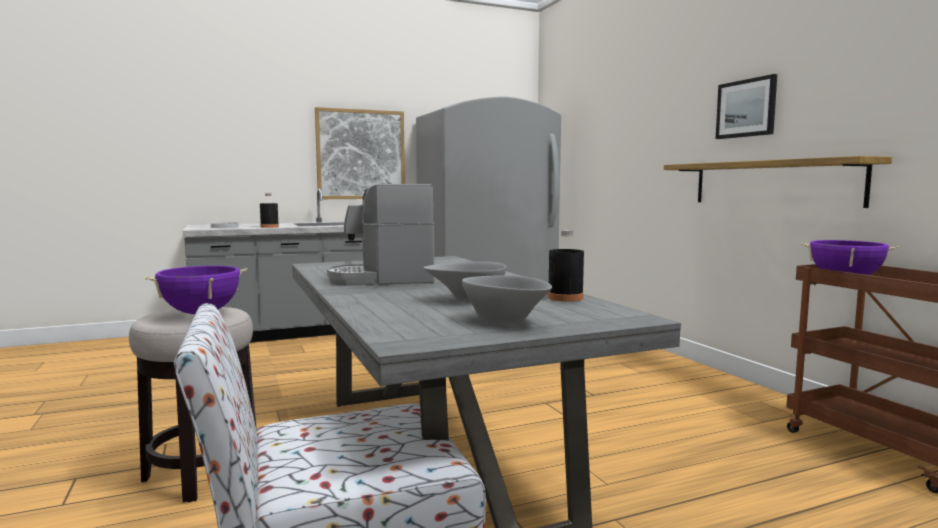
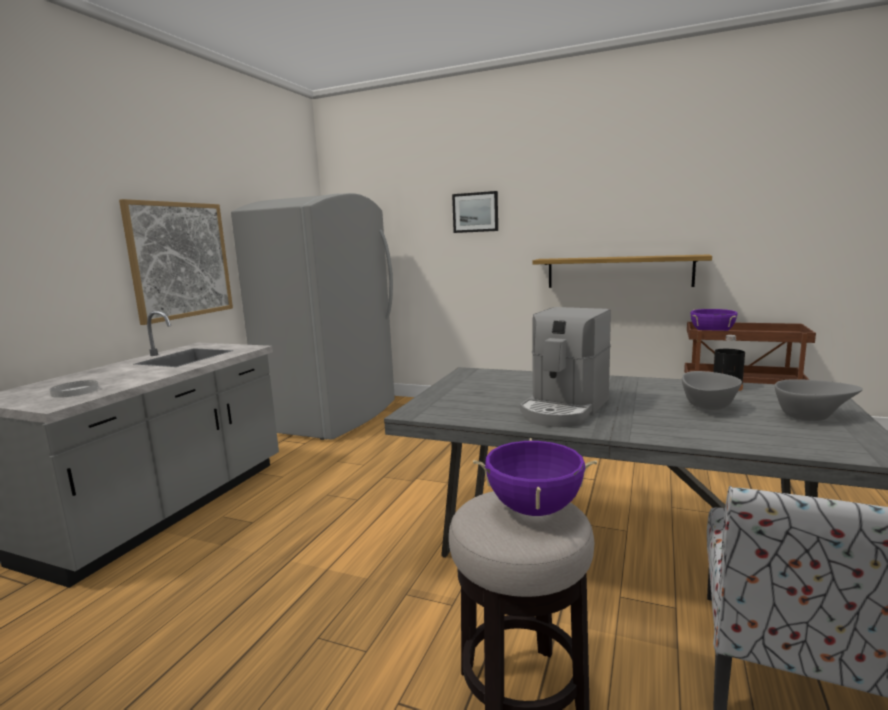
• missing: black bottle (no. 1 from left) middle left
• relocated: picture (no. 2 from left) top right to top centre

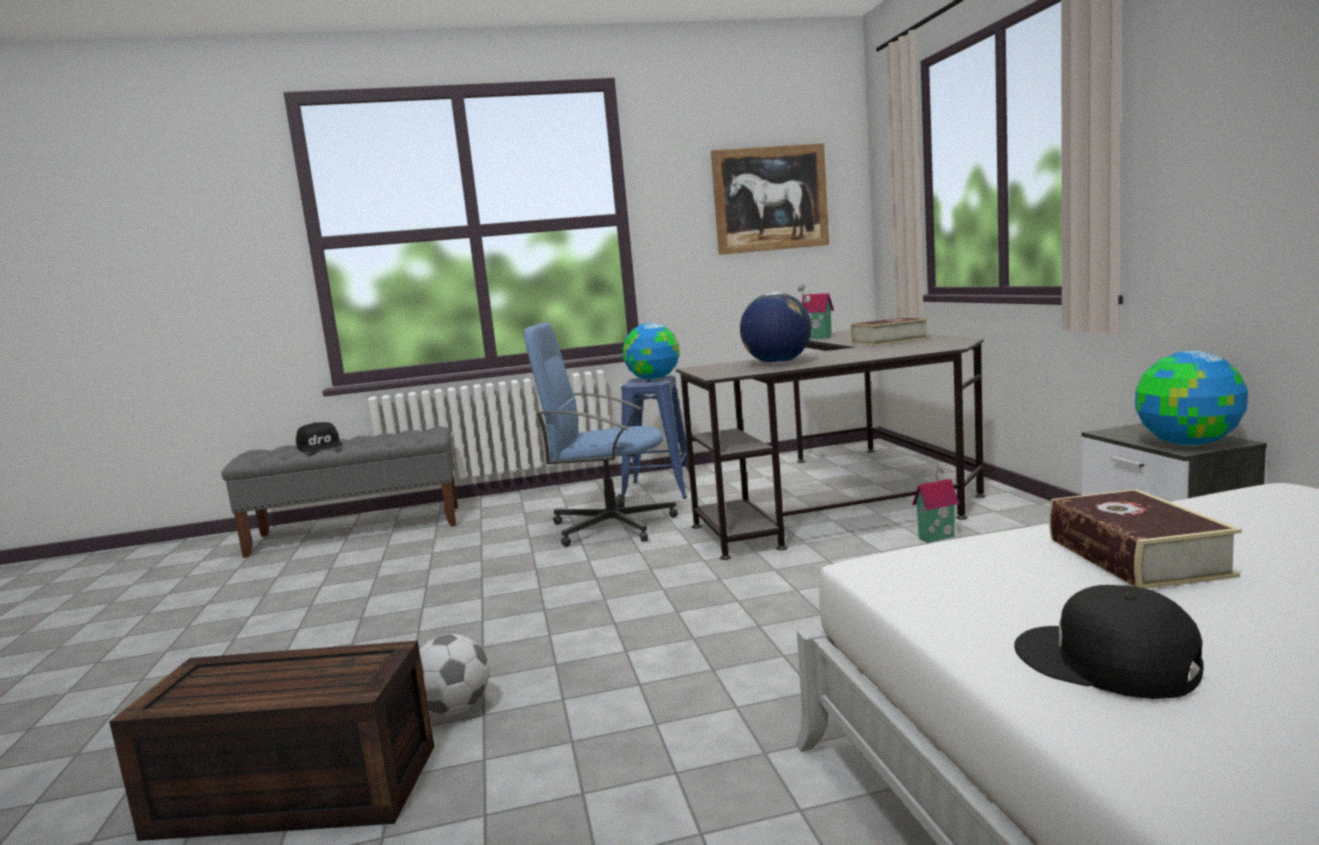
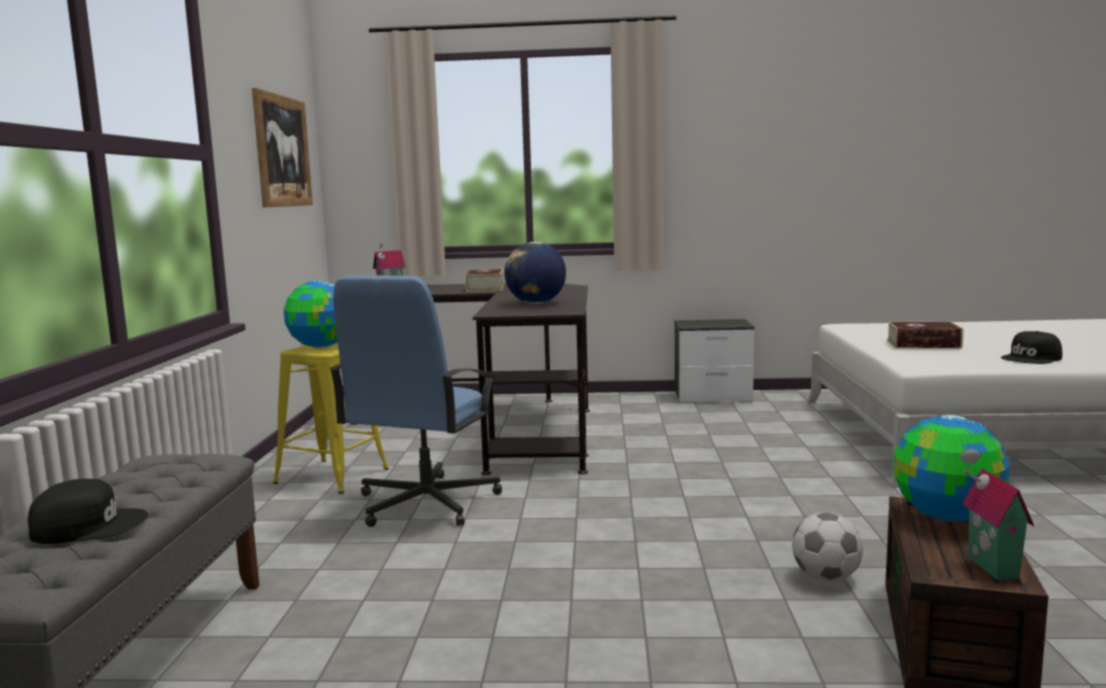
• colour: blue stool centre to yellow stool middle left
• relocated: toy house (no. 2 from left) middle right to bottom right
• relocated: globe (no. 3 from left) middle right to bottom right

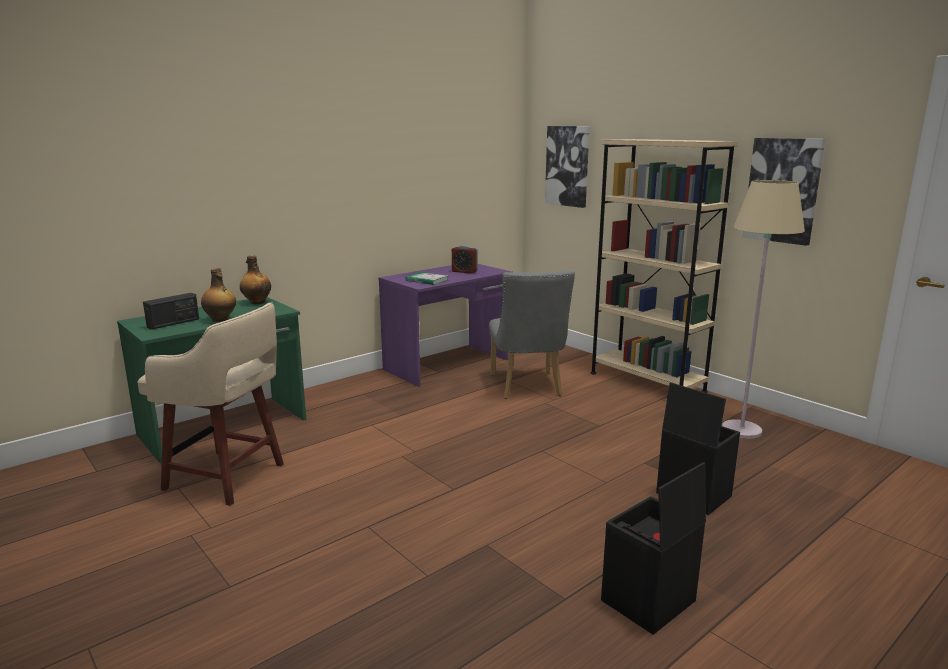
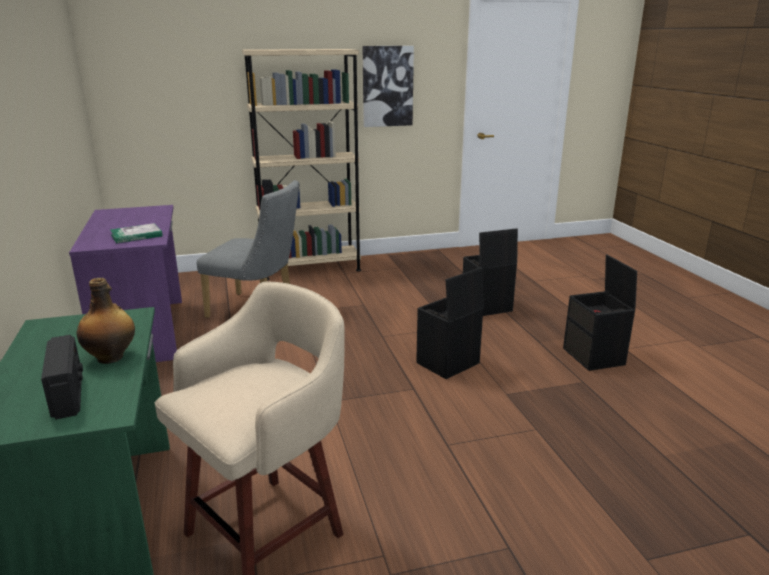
• missing: bottle (no. 2 from left) middle left
• missing: alarm clock centre
• missing: picture (no. 1 from left) top centre
• missing: beige floor lamp middle right
• appeared: black storage box (no. 1 from left) centre

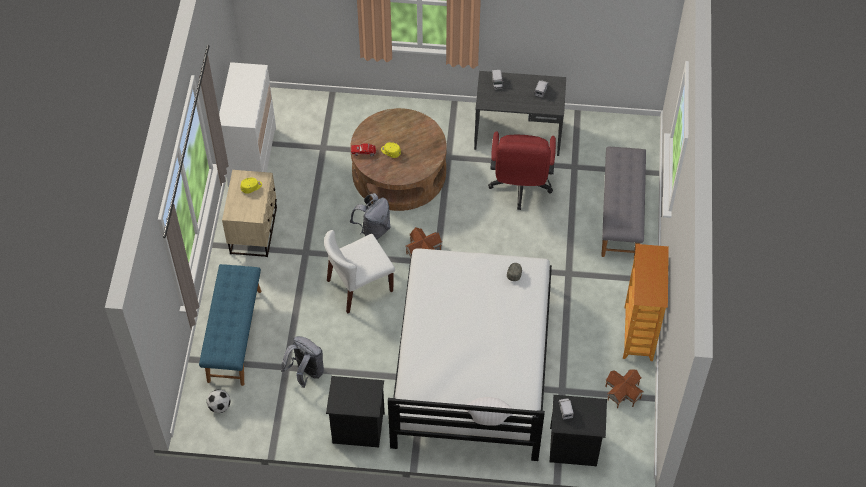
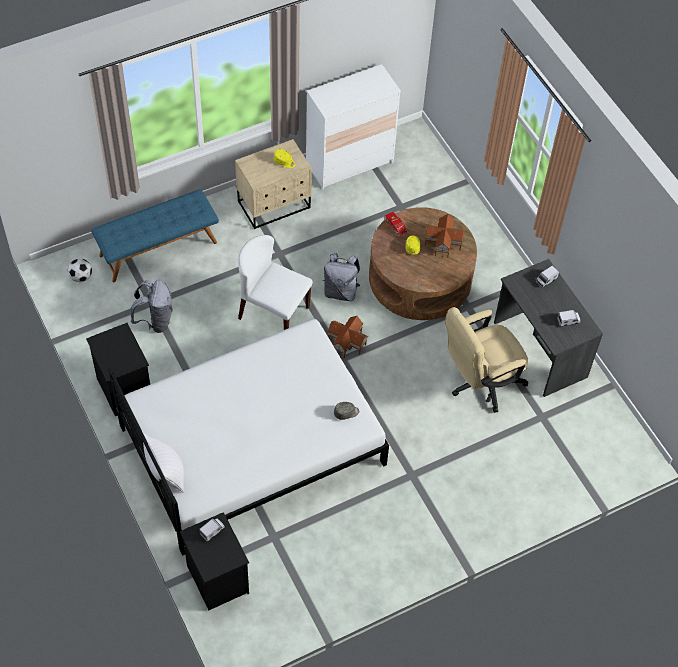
• colour: red office chair centre to beige office chair middle right
• missing: grey bench middle right
• relocated: toy house (no. 2 from left) bottom right to centre
• missing: bookcase middle right

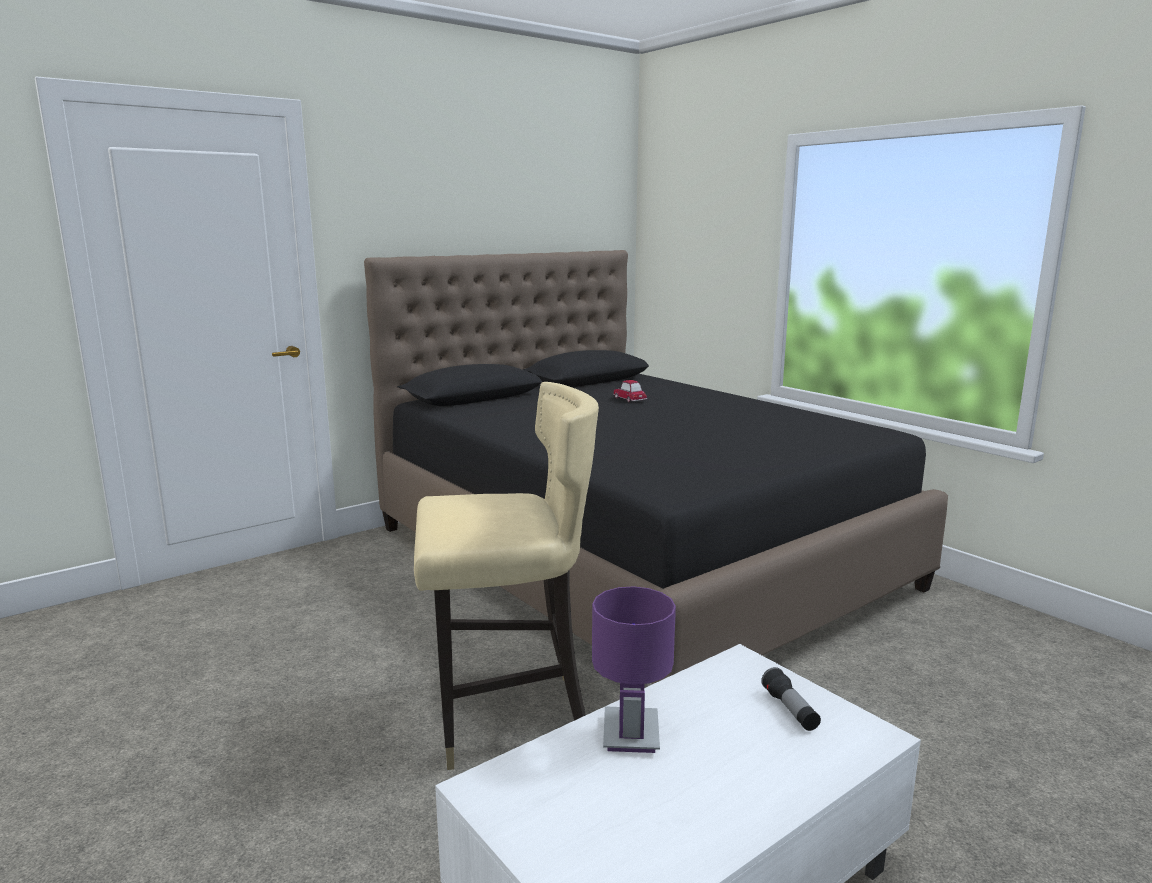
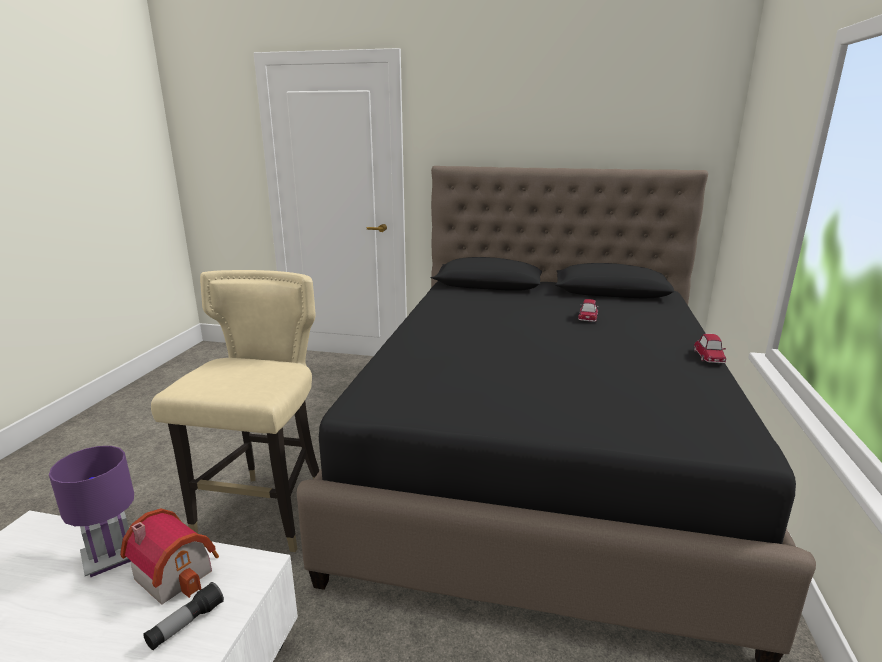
• spun: beige chair centre = middle left 120 degrees counterclockwise
• appeared: toy house bottom left
• appeared: toy car (no. 2 from left) middle right

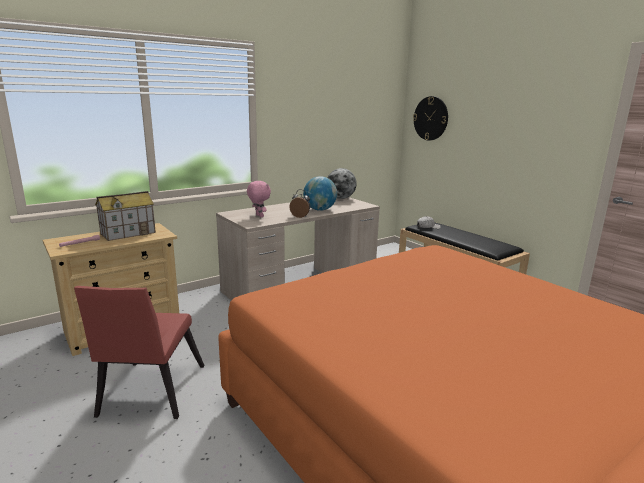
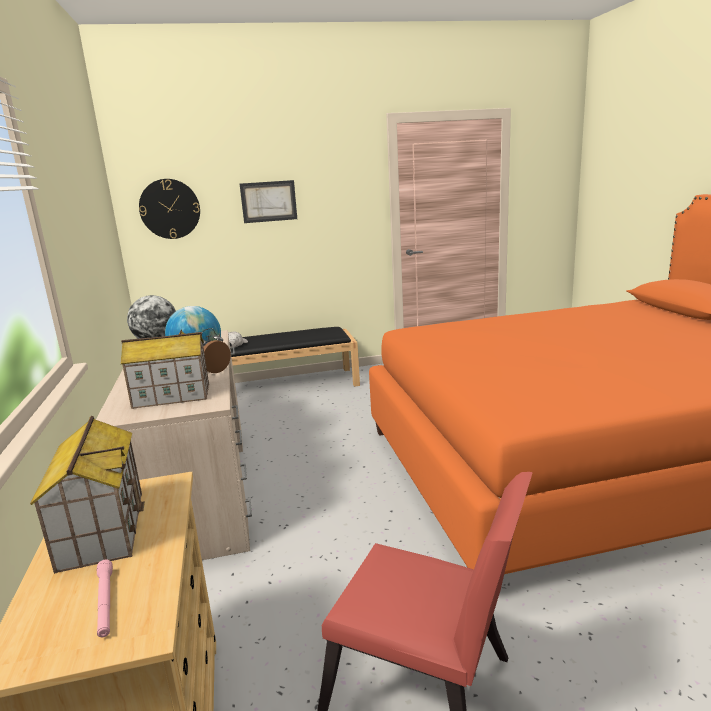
• exchanged: pink plush toy centre to toy house (no. 2 from left) middle left
• appeared: picture top centre

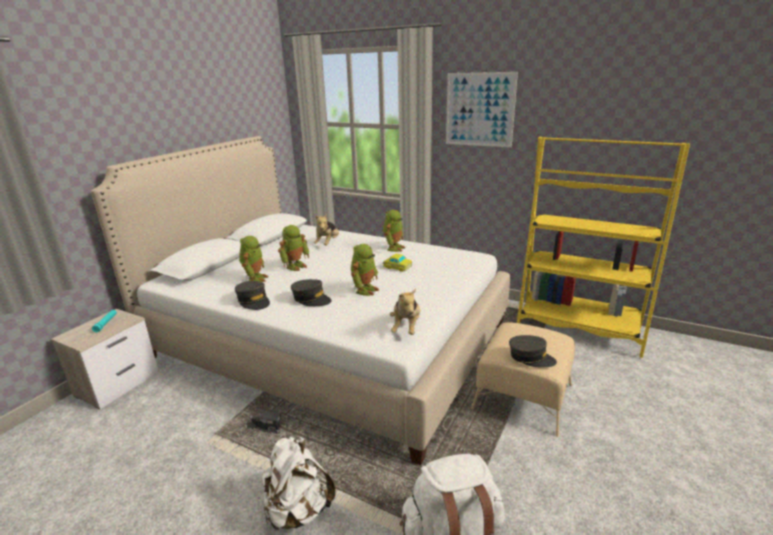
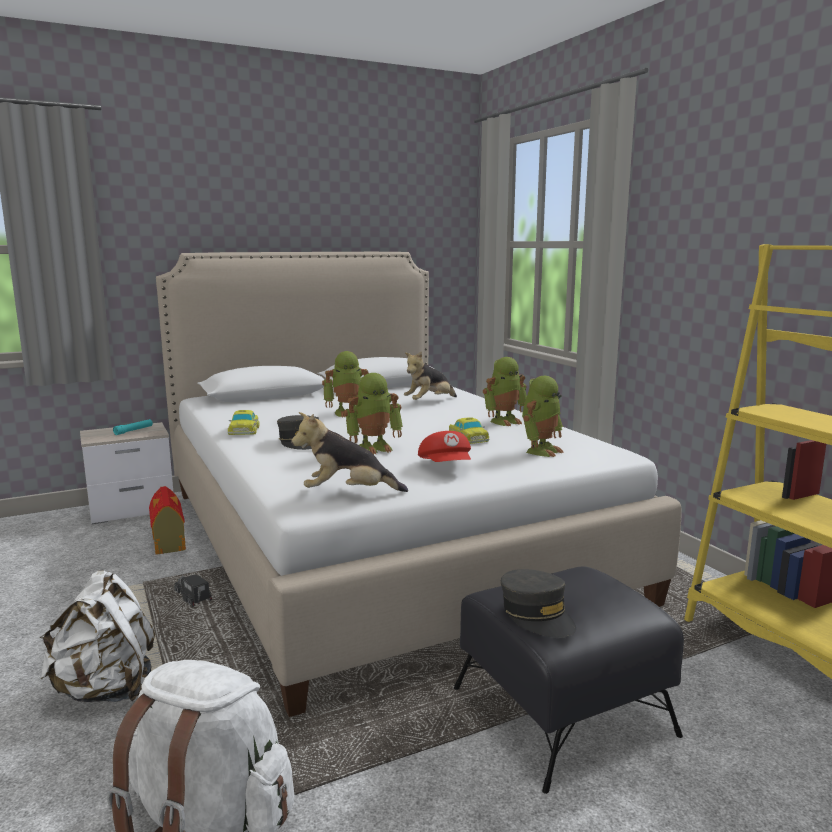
• exchanged: grey cap (no. 1 from left) middle left to toy car (no. 1 from left) middle left
• relocated: toy robot (no. 1 from left in the first image) middle left to toy robot (no. 4 from left) centre
• spun: plush toy (no. 2 from left in the first image) centre = centre 45 degrees clockwise
• missing: picture top centre
• colour: beige ottoman bottom right to black ottoman bottom right
• appeared: toy house middle left
• appeared: red cap centre

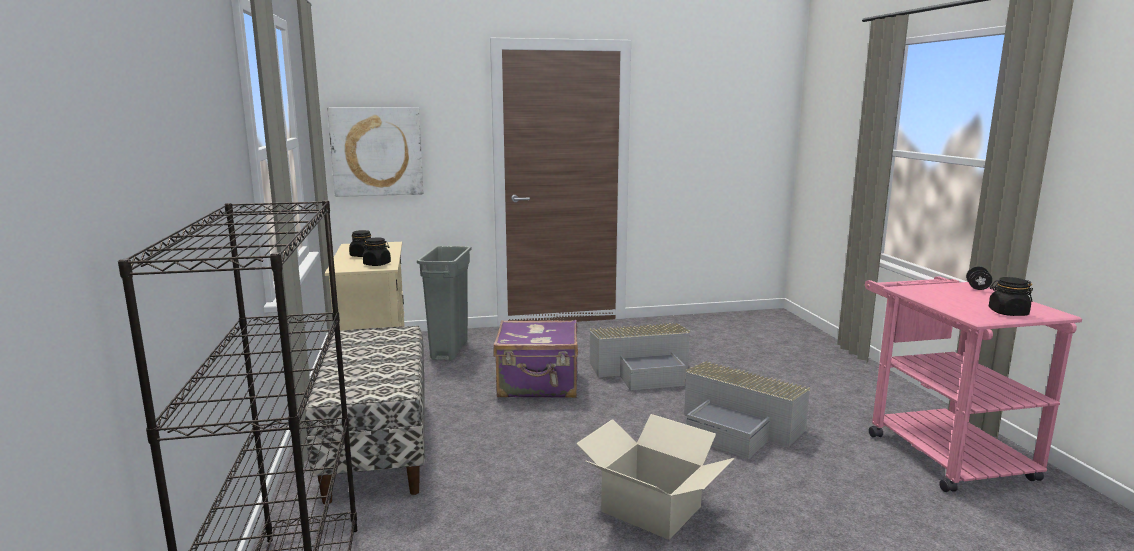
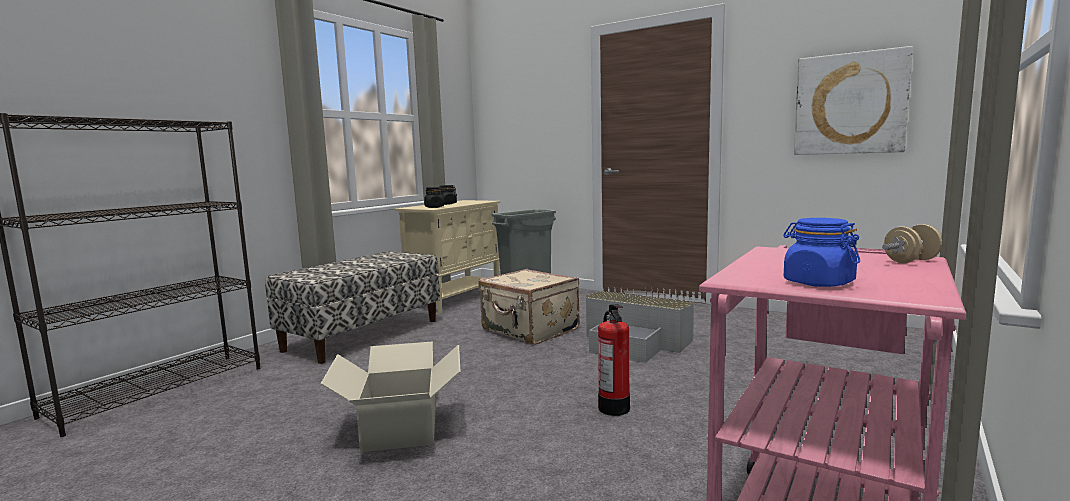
• relocated: picture top left to top right
• colour: purple suitcase centre to beige suitcase centre
• exchanged: grey storage box (no. 2 from left) bottom centre to fire extinguisher bottom centre
• colour: black dumbbell middle right to beige dumbbell middle right
• colour: black jar (no. 3 from left) middle right to blue jar middle right

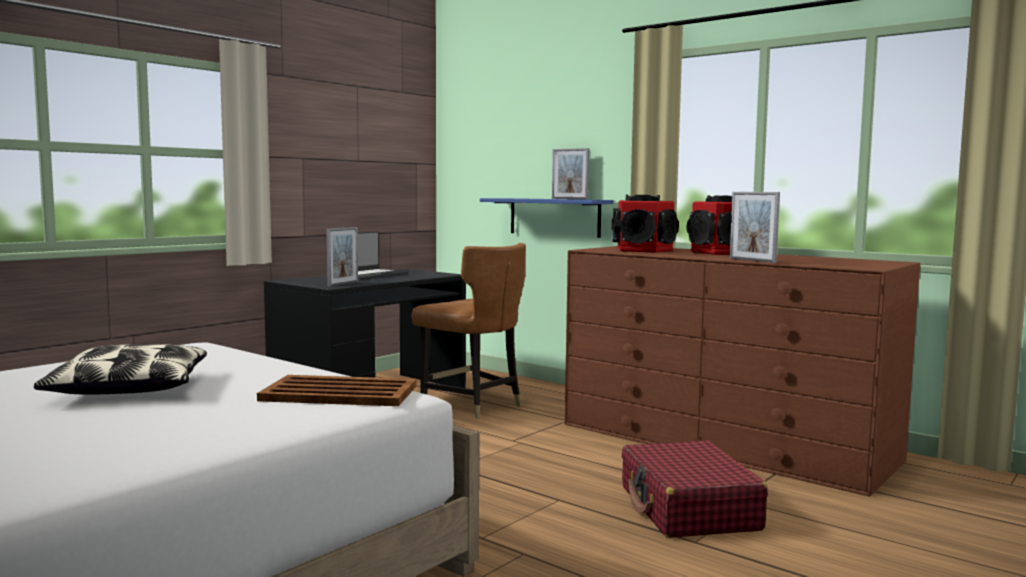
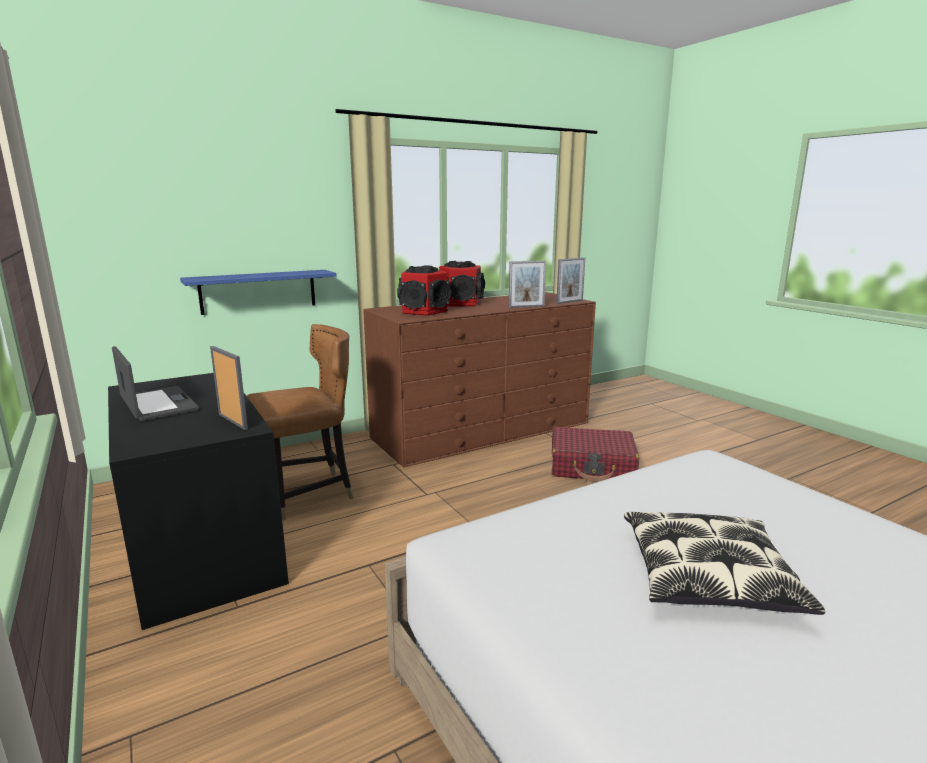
• missing: brown tray bottom left
• relocated: picture frame (no. 2 from left in the first image) top centre to picture frame (no. 3 from left) centre

